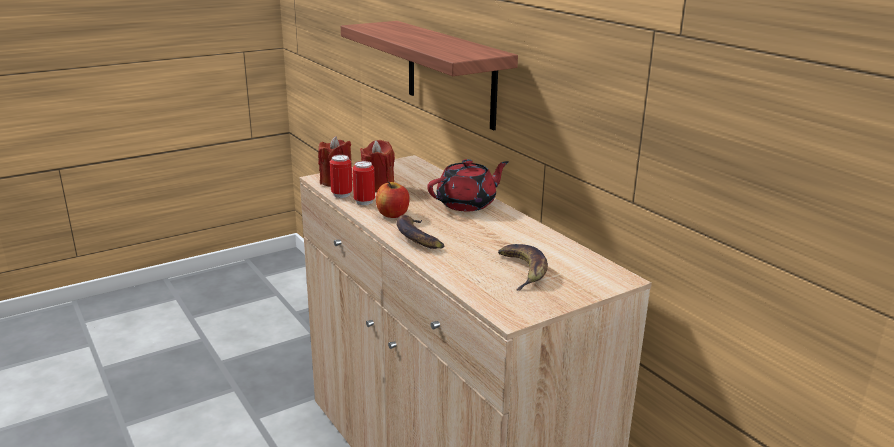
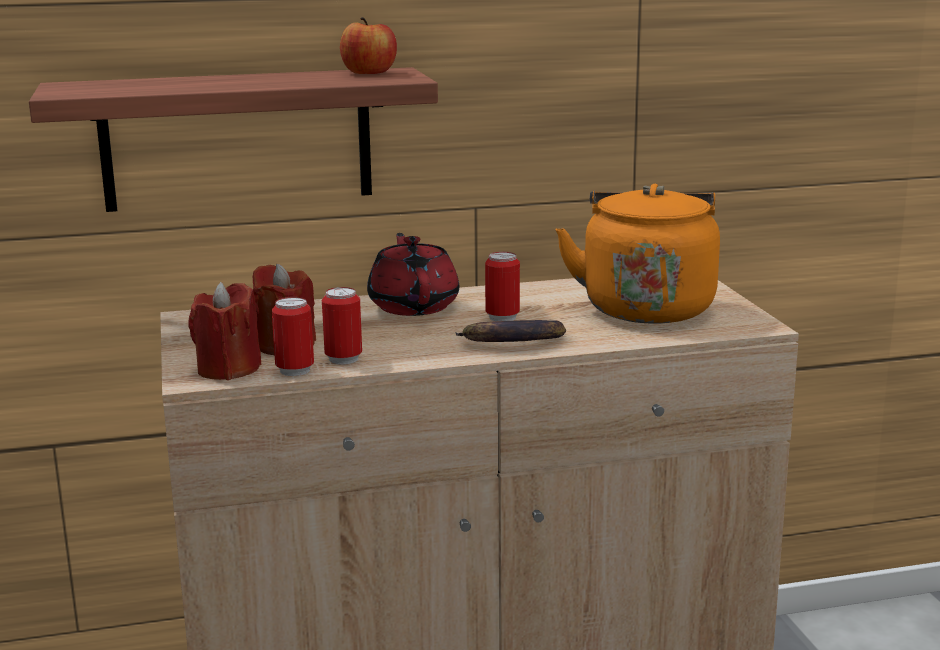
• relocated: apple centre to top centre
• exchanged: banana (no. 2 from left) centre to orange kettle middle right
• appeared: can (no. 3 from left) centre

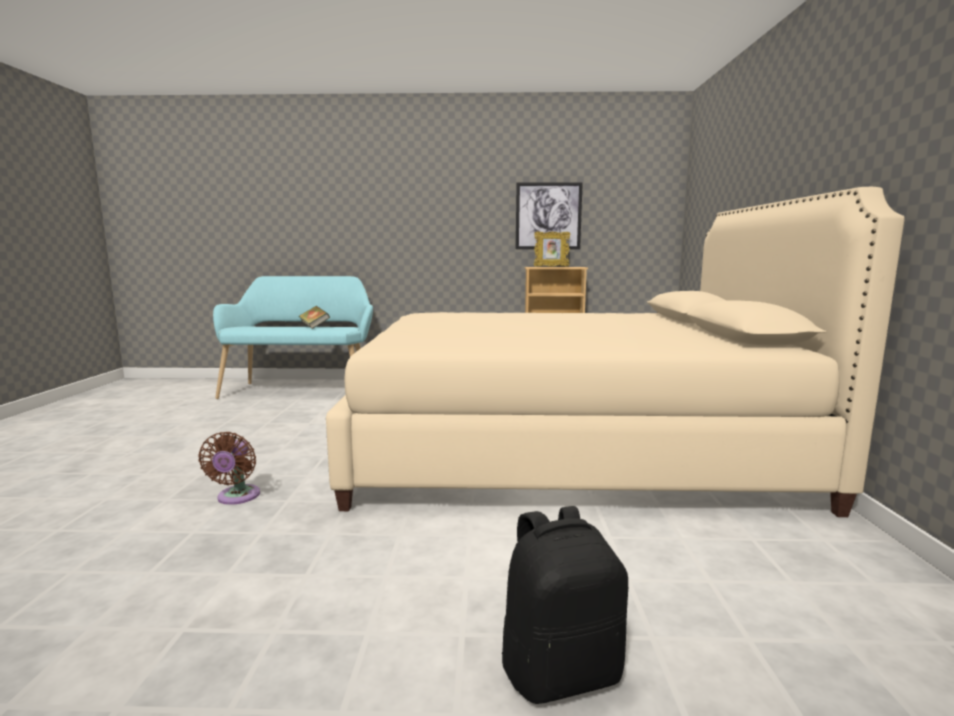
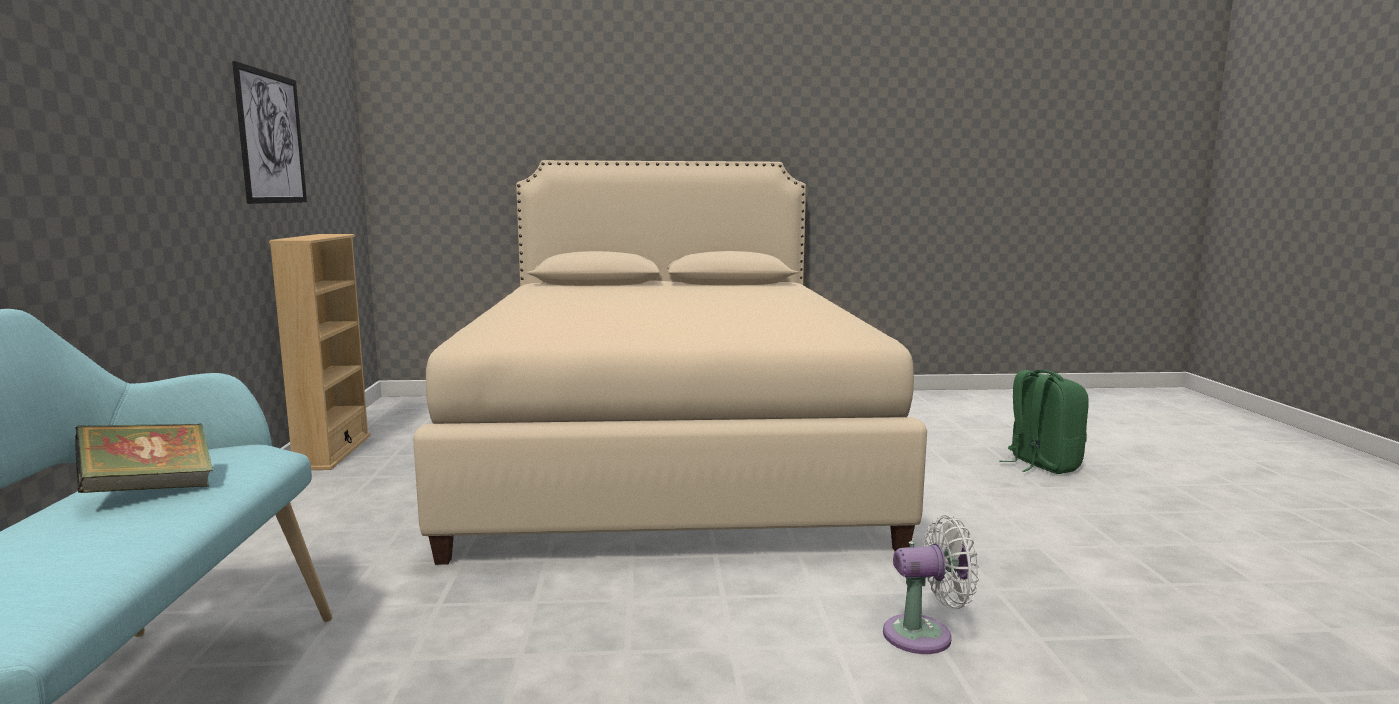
• colour: brown fan middle left to white fan bottom centre
• colour: black backpack bottom centre to green backpack middle right
• missing: picture frame centre

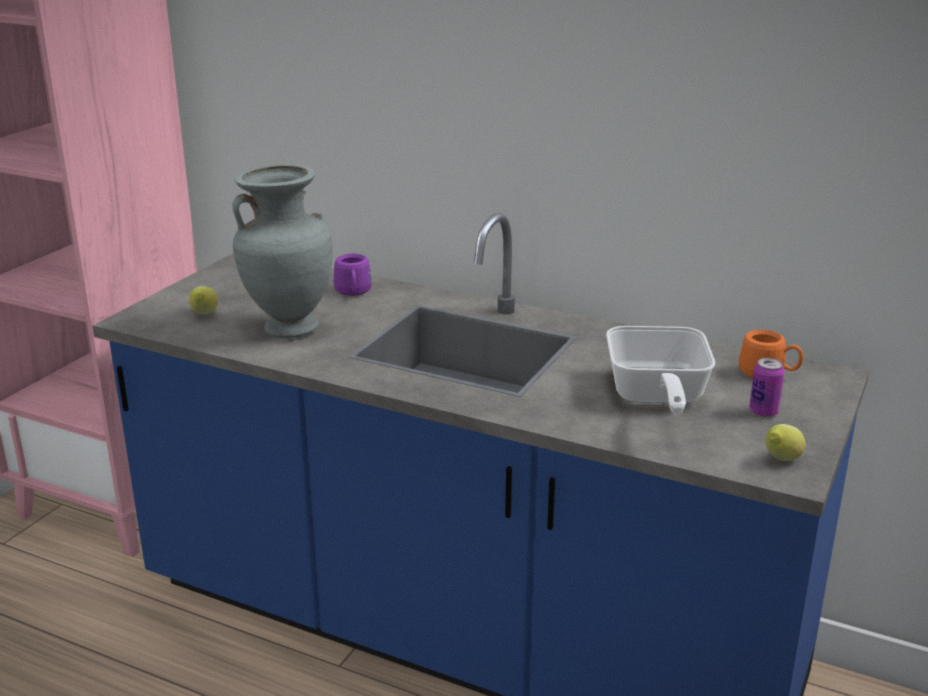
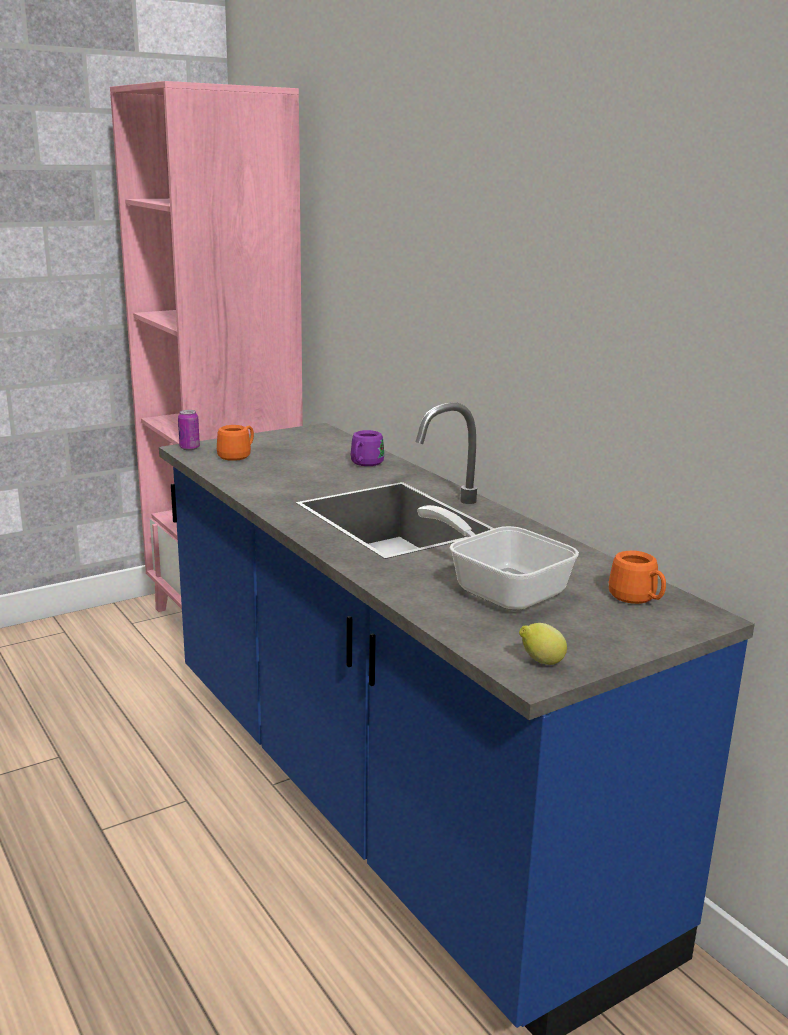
• exchanged: lemon (no. 1 from left) middle left to orange mug (no. 1 from left) middle left
• missing: grey vase middle left
• spun: frying pan middle right = centre 105 degrees clockwise
• relocated: can middle right to middle left

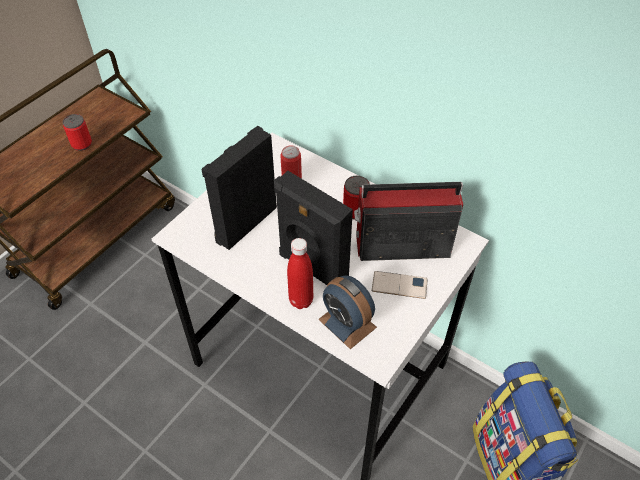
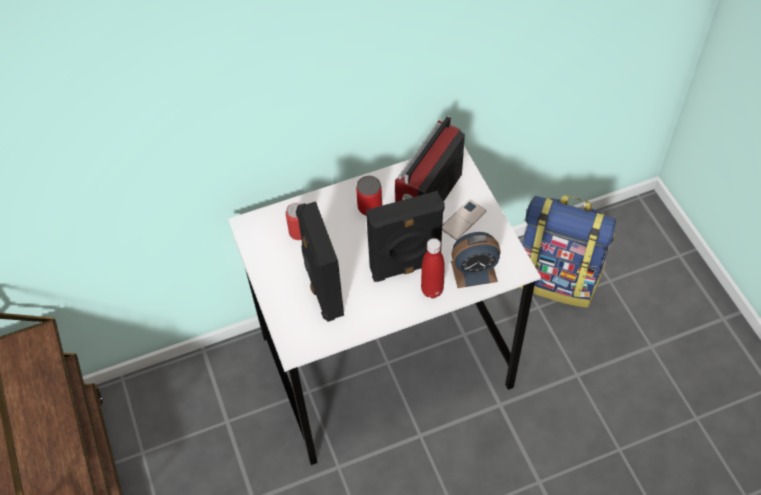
• missing: can (no. 1 from left) top left

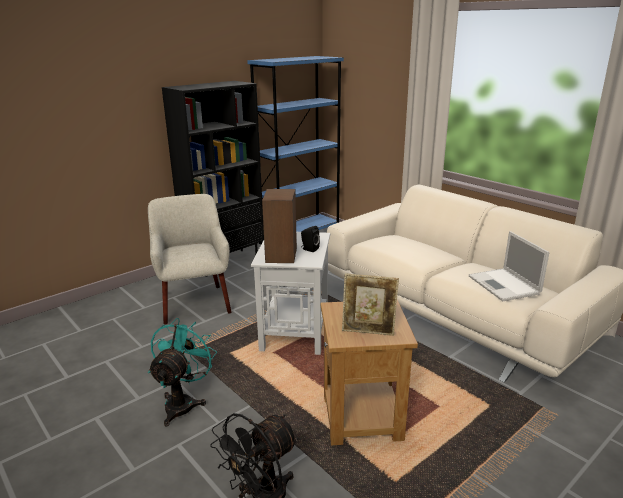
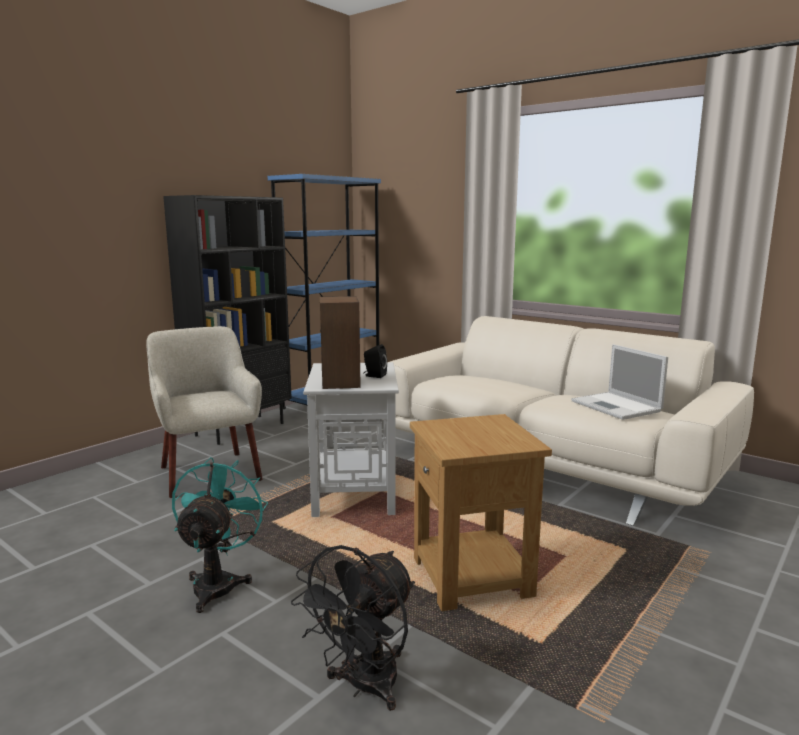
• missing: picture frame centre

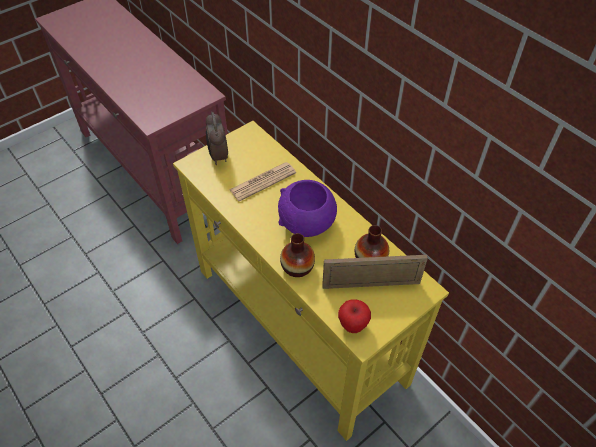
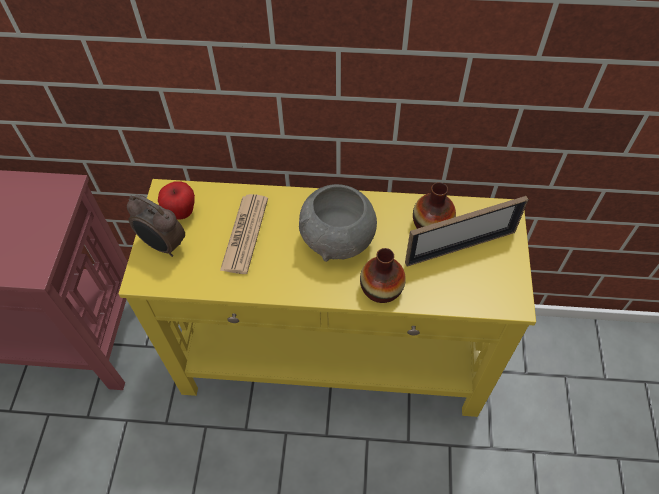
• colour: purple bowl centre to grey bowl centre
• spun: picture frame centre = middle right 150 degrees counterclockwise
• relocated: apple bottom centre to middle left

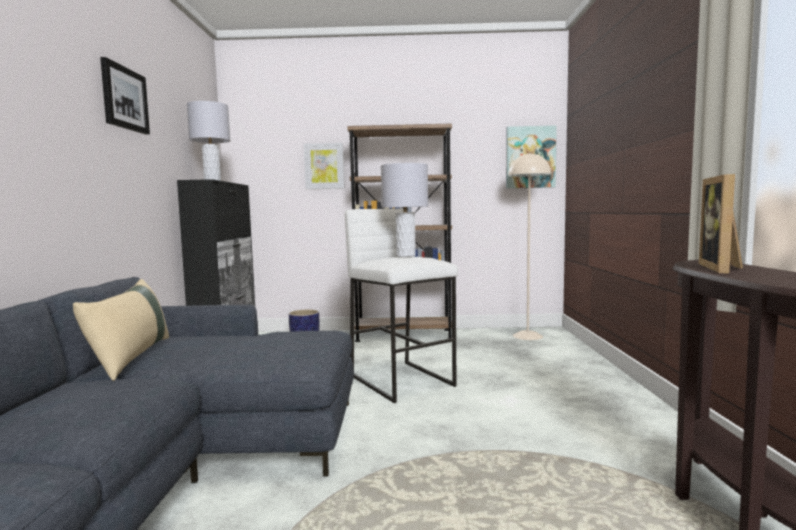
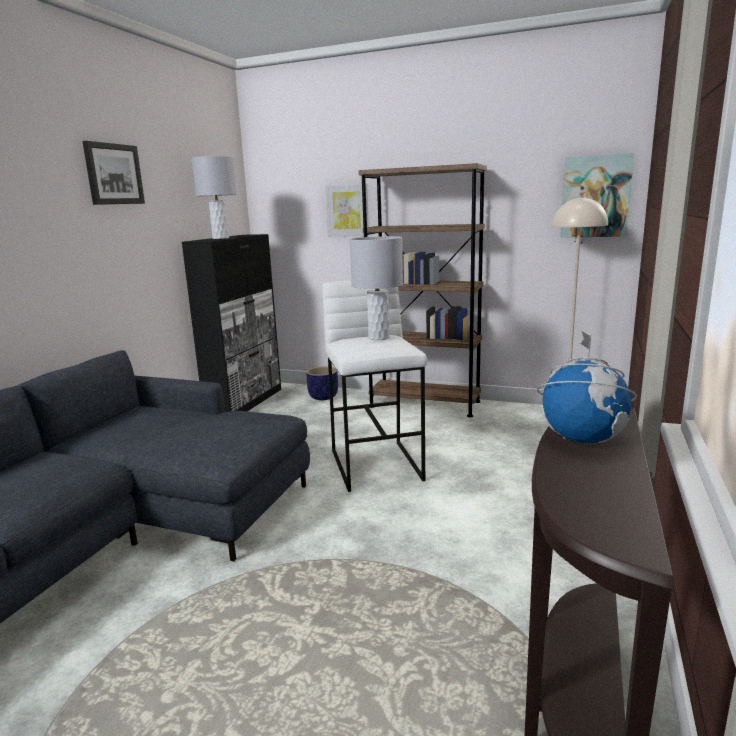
• missing: beige pillow middle left
• exchanged: picture frame middle right to globe middle right

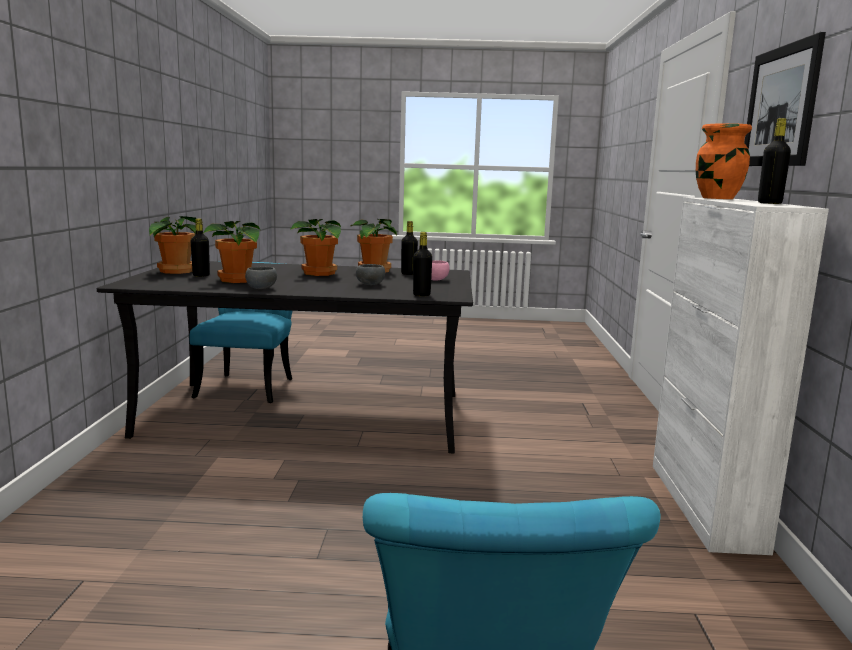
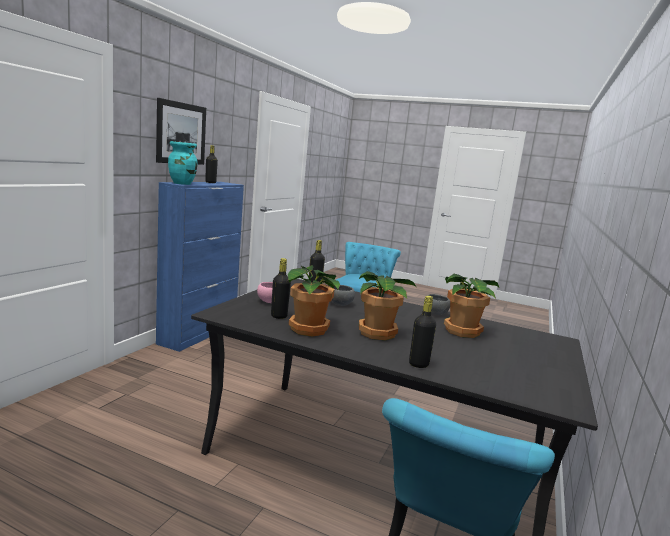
• missing: potted plant (no. 1 from left) middle left
• relocated: black bottle (no. 1 from left in the first image) middle left to black bottle (no. 4 from left) centre
• colour: white cabinet middle right to blue cabinet middle left
• colour: orange vase top right to turquoise vase top left

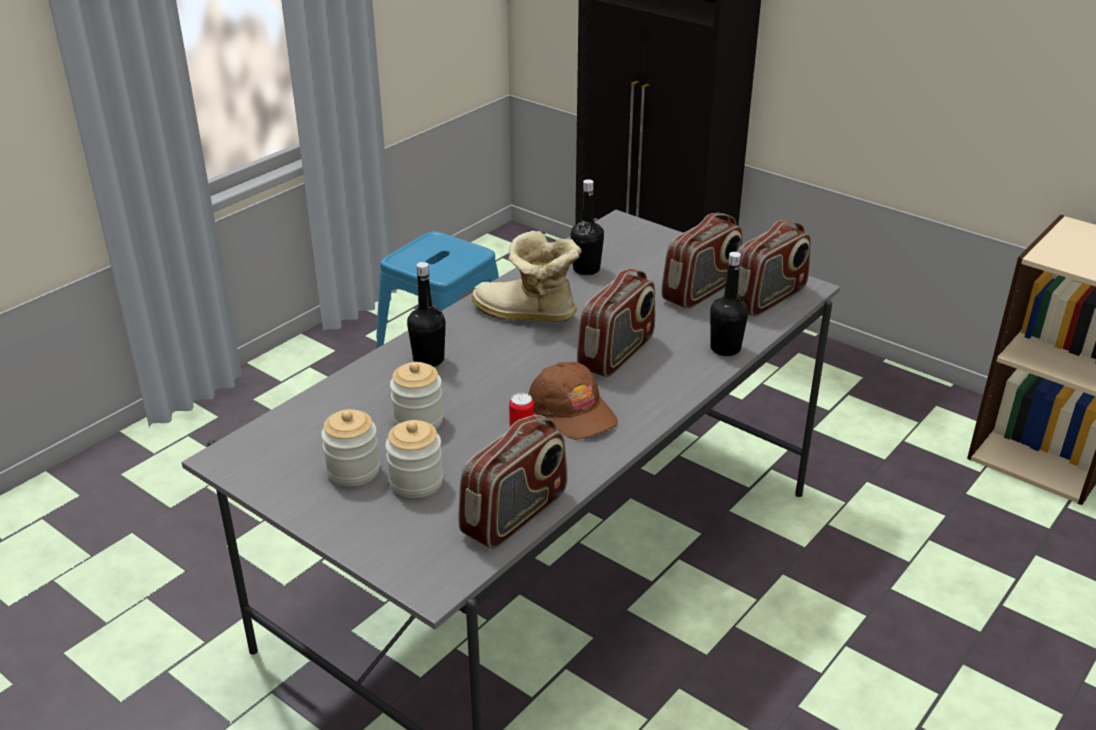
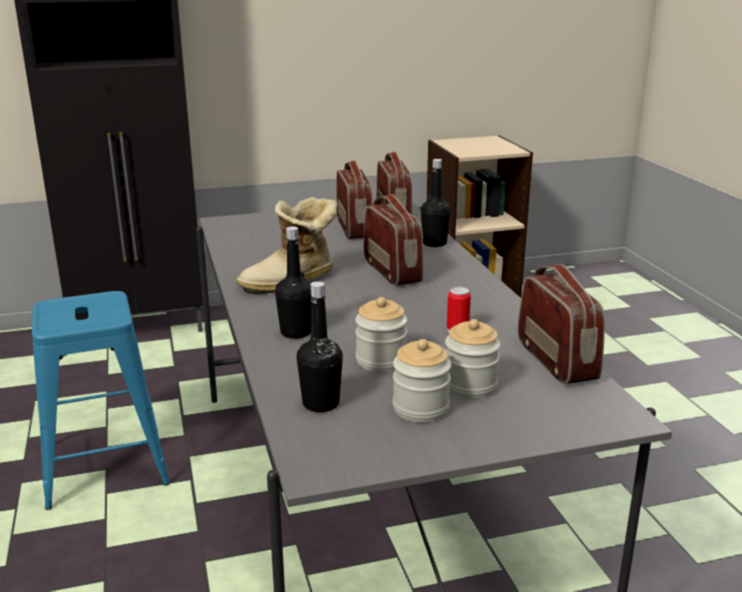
• missing: brown cap centre
• relocated: black bottle (no. 2 from left) top centre to centre

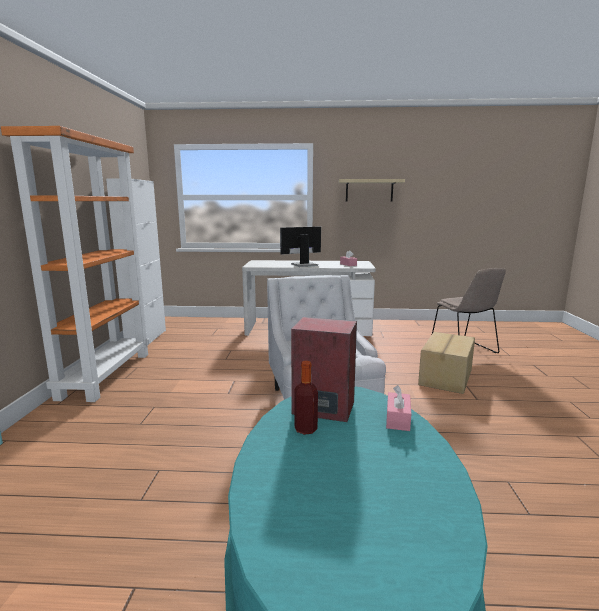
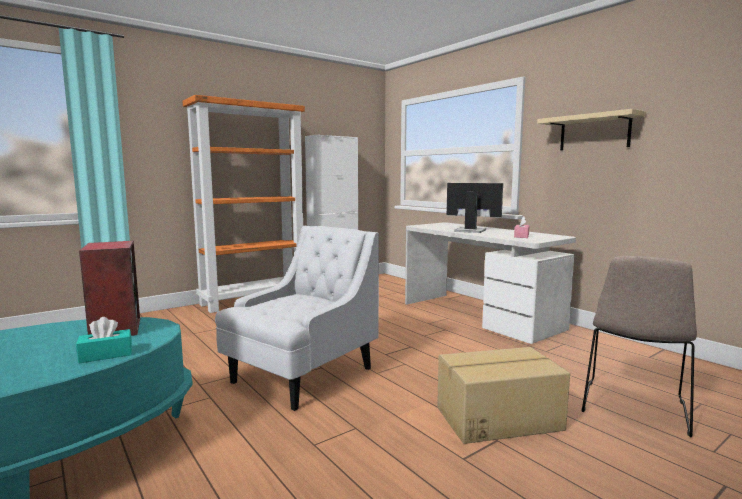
• missing: bottle centre
• colour: pink tissue box (no. 2 from left) bottom centre to turquoise tissue box bottom left

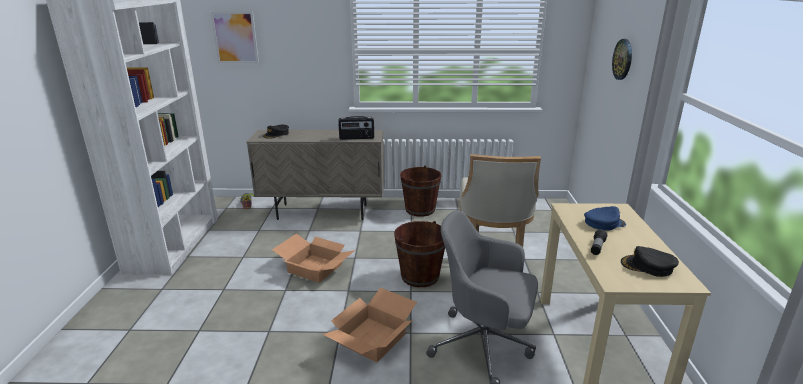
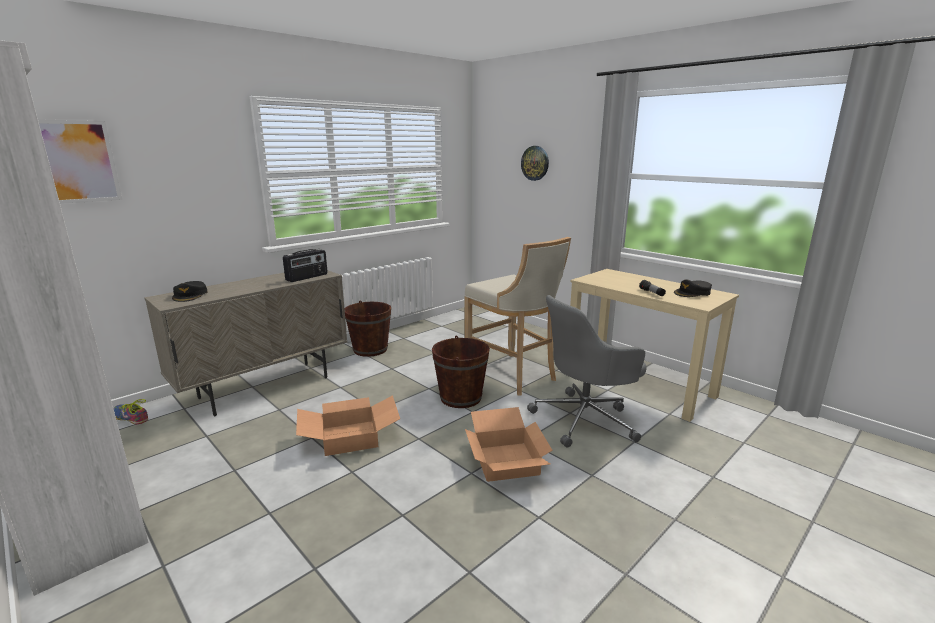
• missing: blue cap middle right

